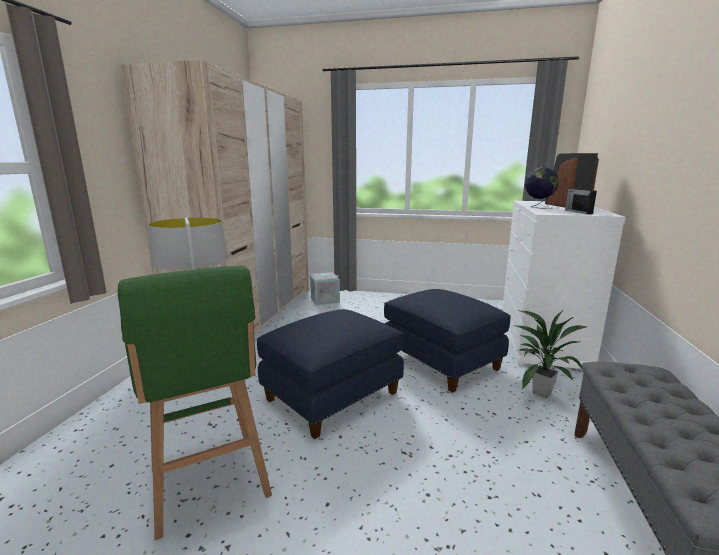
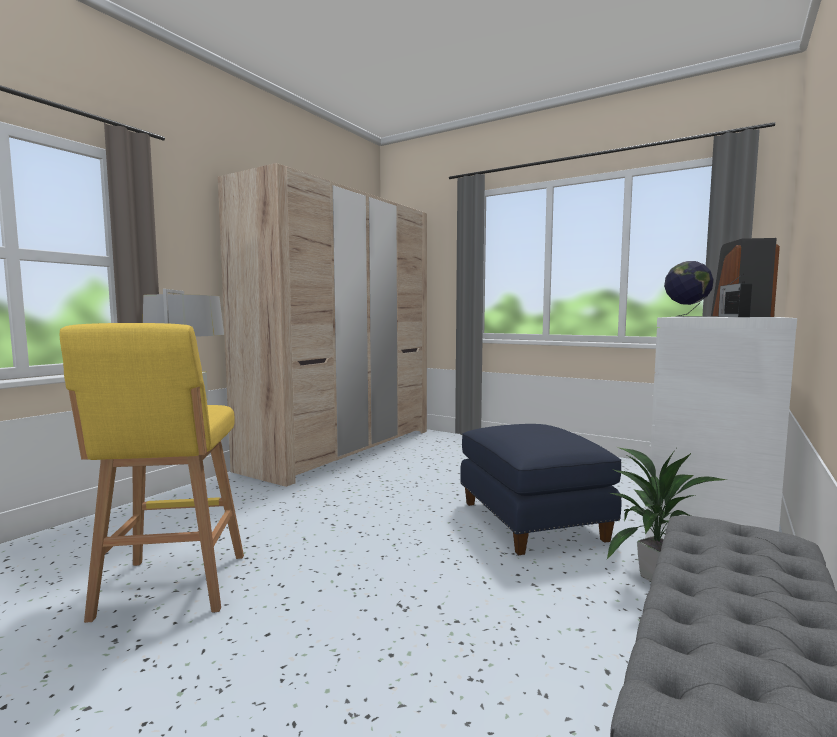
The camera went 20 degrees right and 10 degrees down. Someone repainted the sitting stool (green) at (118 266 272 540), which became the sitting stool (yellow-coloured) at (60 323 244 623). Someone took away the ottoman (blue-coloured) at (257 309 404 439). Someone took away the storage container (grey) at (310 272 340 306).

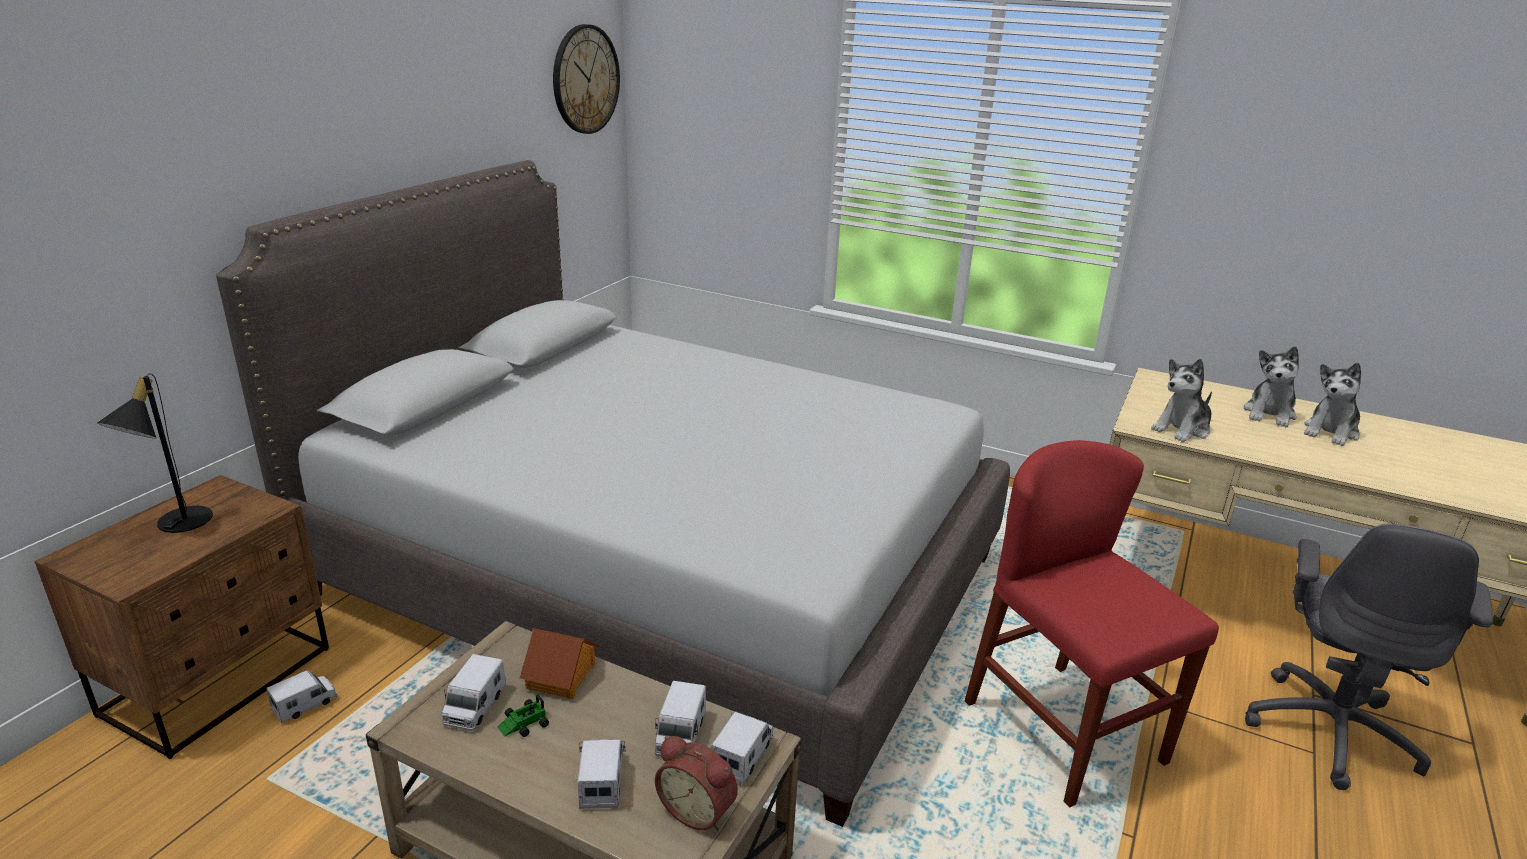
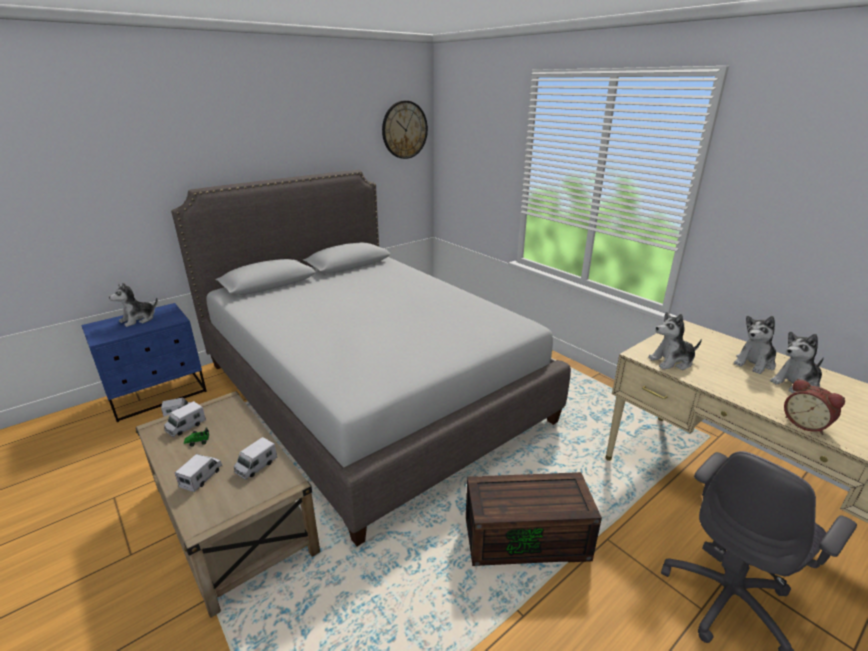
The camera went 25 degrees right and 0 degrees up. Someone repainted the nightstand (brown) at (34 475 329 759), which became the nightstand (blue-coloured) at (81 303 207 422). Someone swapped the table lamp (black) at (97 373 213 533) for the plush toy at (109 282 158 327). Someone swapped the plain chair (reddish) at (965 440 1219 807) for the storage container (brown) at (466 472 602 566). Someone carried the table clock from (655 736 738 831) to (784 379 845 435). Someone took away the model house at (520 628 599 699). Someone took away the toy truck at (711 711 773 785).

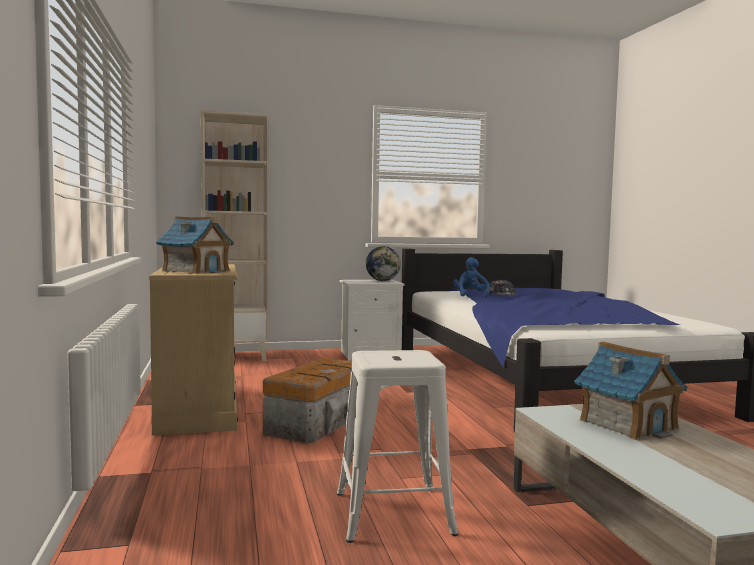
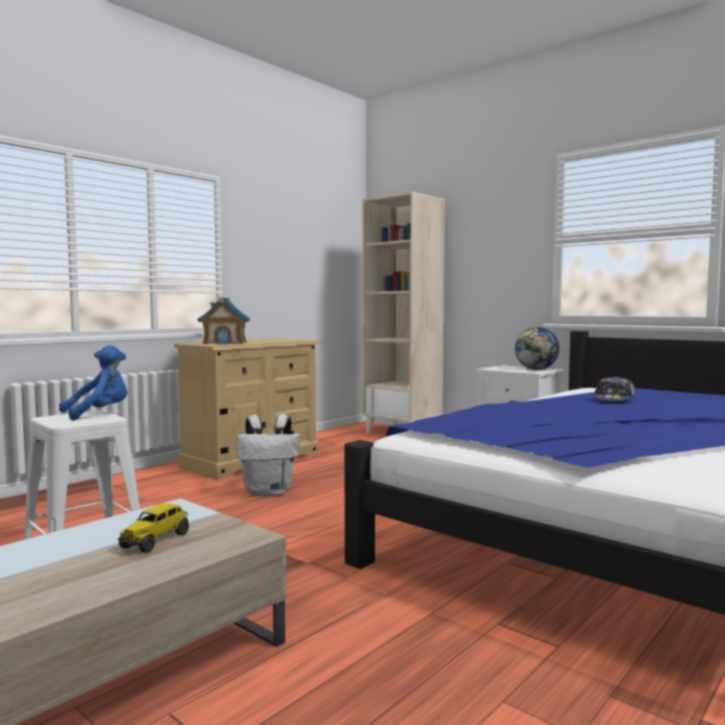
The camera went 55 degrees right and 0 degrees up. Someone carried the plush toy (blue-coloured) from (453 257 490 298) to (59 345 128 421). Someone swapped the model house at (574 342 687 440) for the toy truck at (118 503 189 553). Someone swapped the storage container at (263 358 352 443) for the backpack (whitish) at (237 414 300 496).

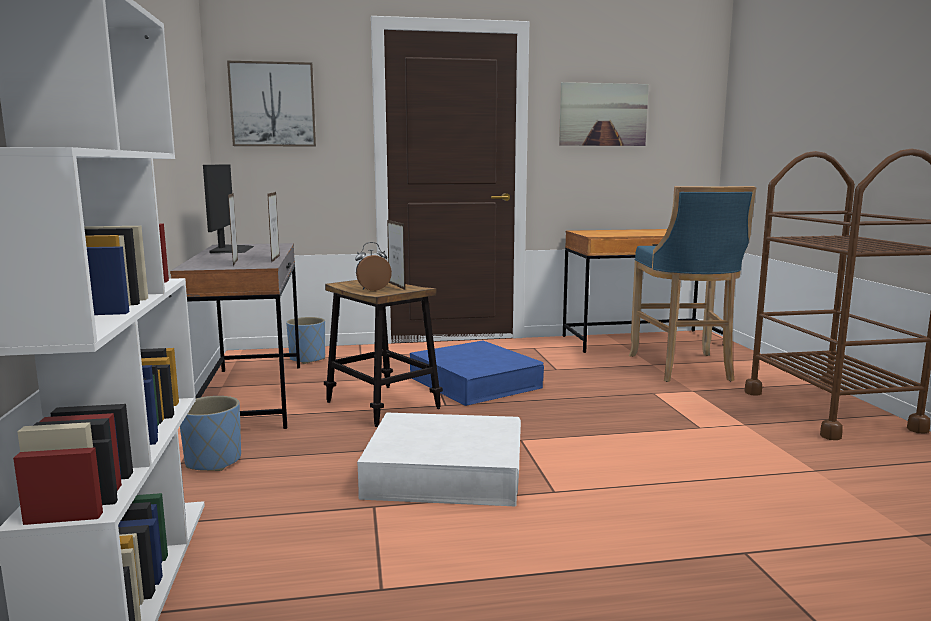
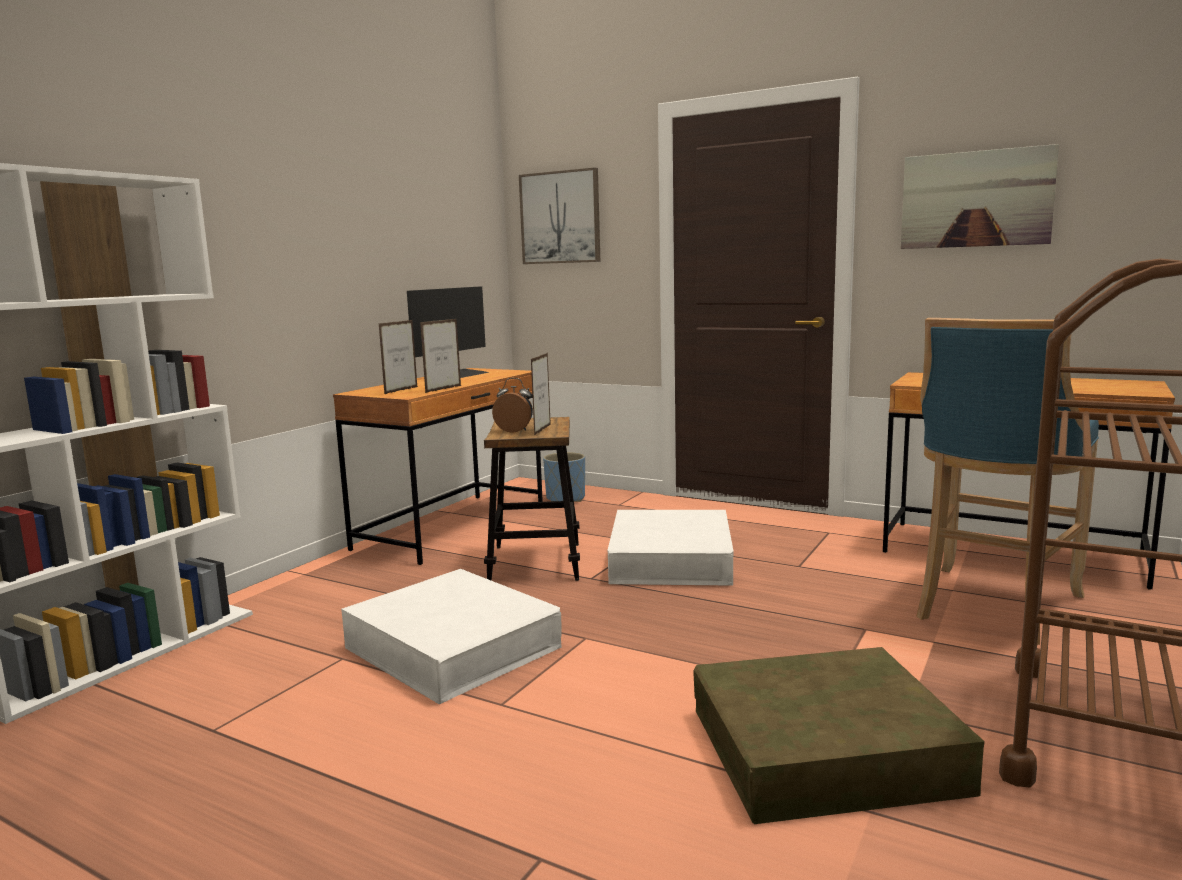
The camera went 40 degrees right and 0 degrees up. Someone repainted the desk (grey) at (170 243 300 429), which became the desk (brown) at (333 368 543 565). Someone repainted the storage container (blue-coloured) at (410 341 544 406), which became the storage container (whitish) at (607 510 734 586). Someone put down the storage container (brown) at (694 647 985 824). Someone took away the flower pot (blue-coloured) at (180 396 241 471).

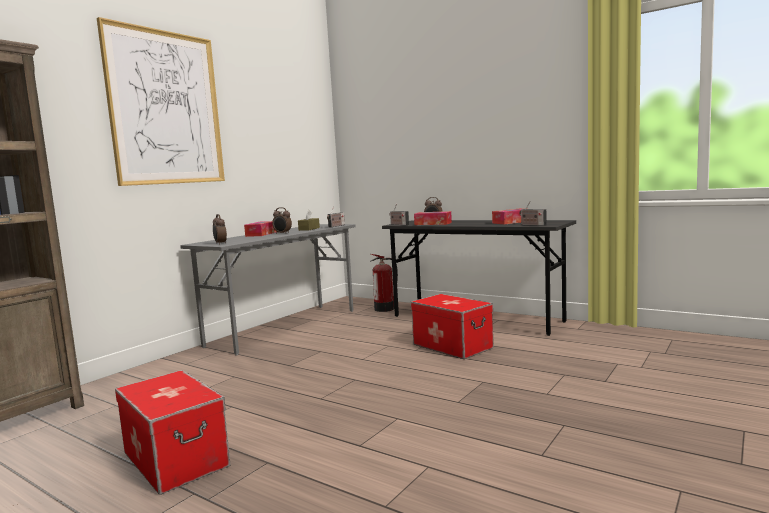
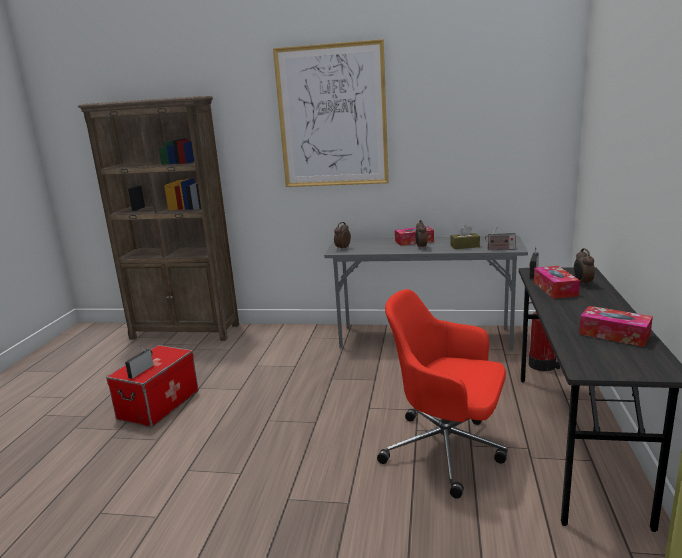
The camera went 65 degrees right and 10 degrees up. Someone carried the radio receiver from (520 202 547 226) to (125 345 153 379). Someone swapped the storage container at (411 294 494 359) for the office chair (reddish) at (377 289 507 499).

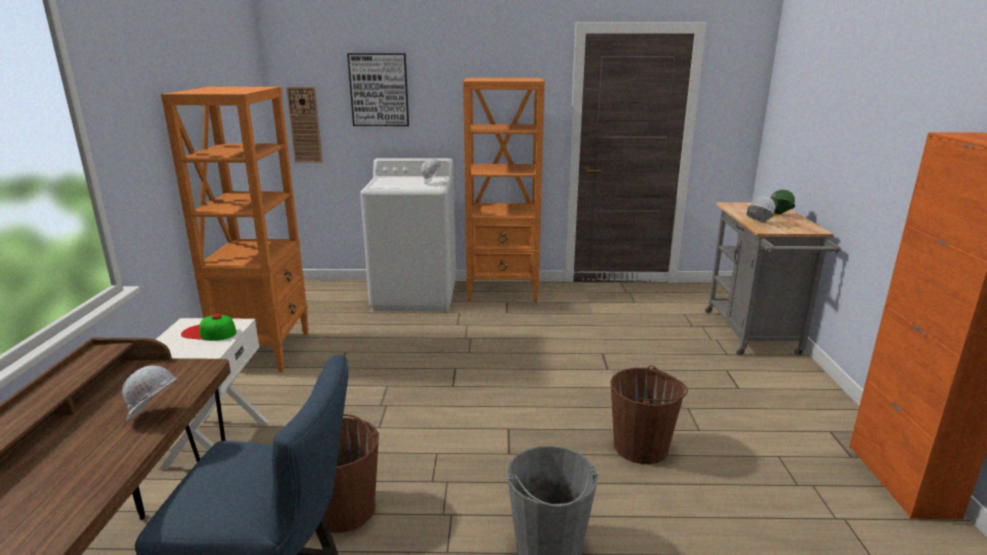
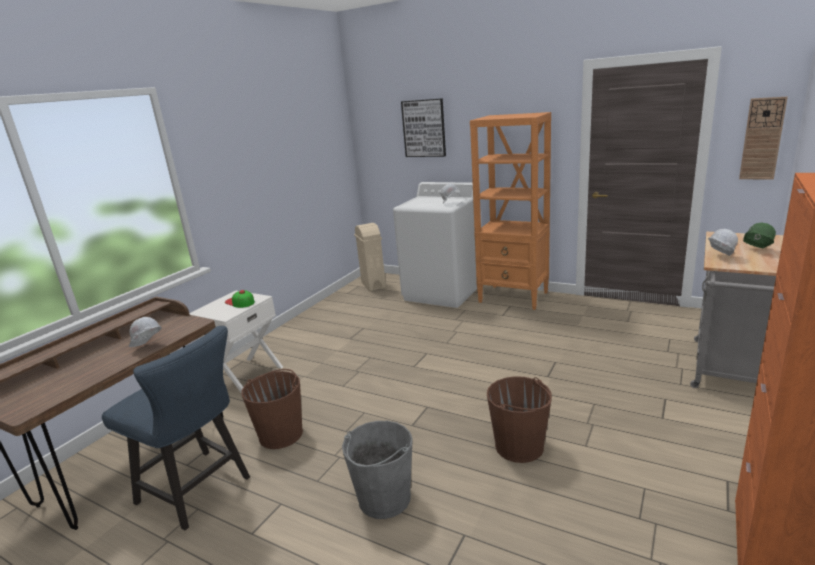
The camera went 30 degrees right and 0 degrees up. Someone put down the rubbish bin (beige) at (354 223 386 291). Someone carried the hanging clock from (286 87 323 163) to (739 97 788 180). Someone took away the bookshelf (orange-coloured) at (161 87 309 372).

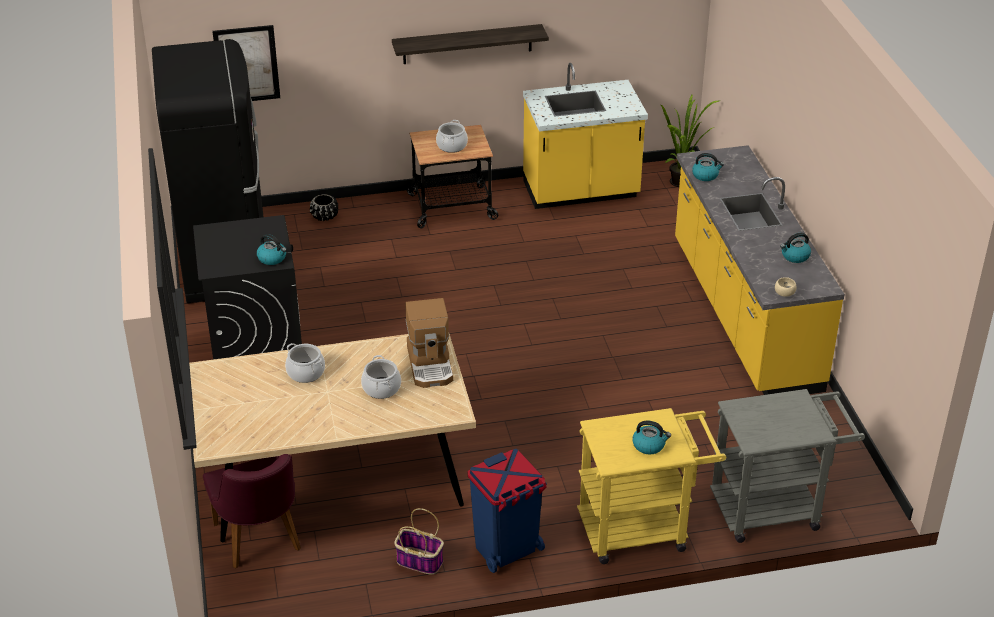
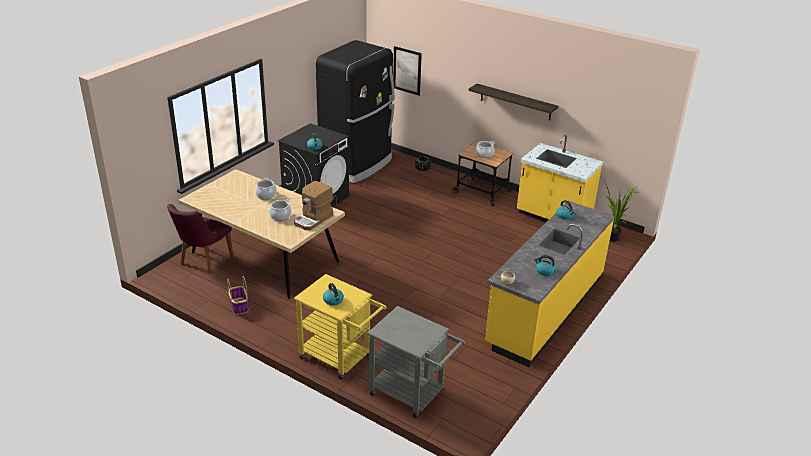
The camera went 45 degrees right and 5 degrees down. Someone took away the rubbish bin (blue-coloured) at (468 449 547 573).

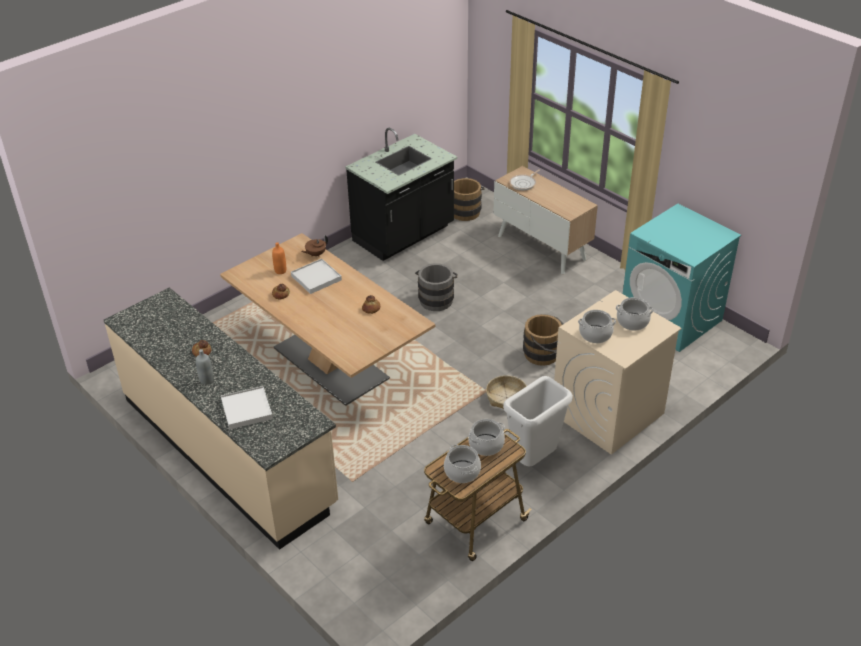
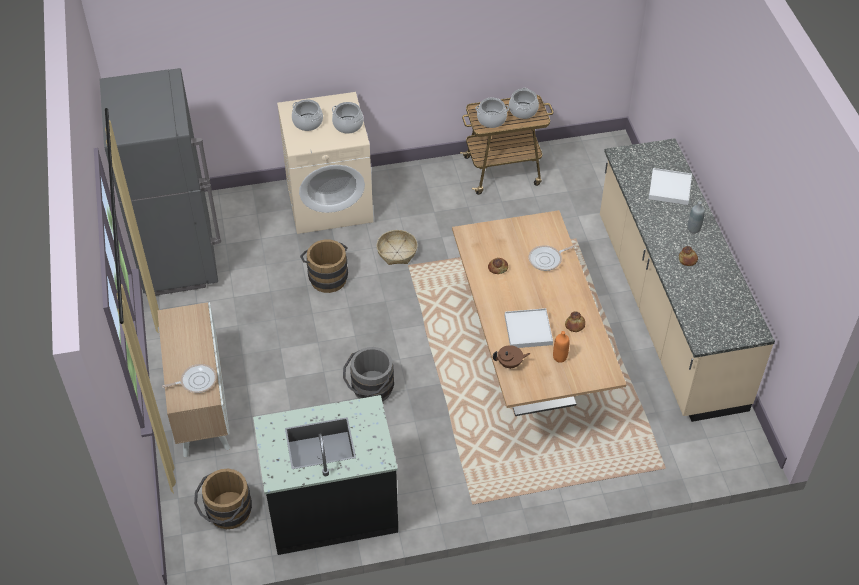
The camera went 150 degrees left and 10 degrees up. Someone swapped the laundry appliance (turquoise) at (623 204 741 352) for the kitchen fridge (grey) at (100 68 221 297). Someone put down the frying pan at (529 245 575 271). Someone took away the rubbish bin (whitish) at (503 376 573 466).

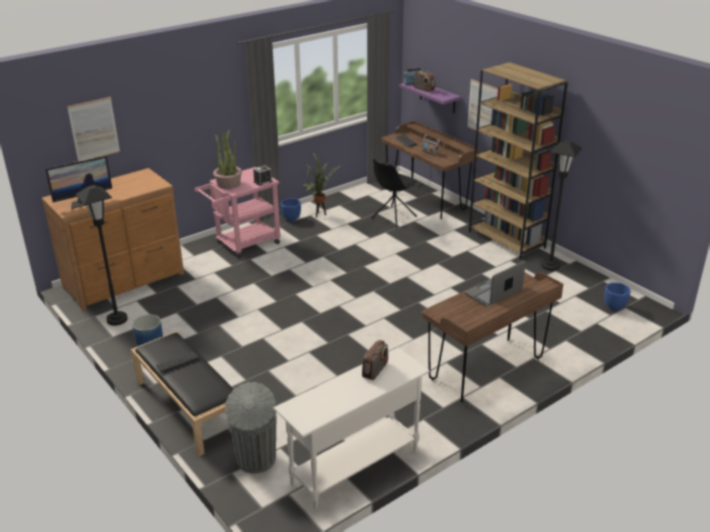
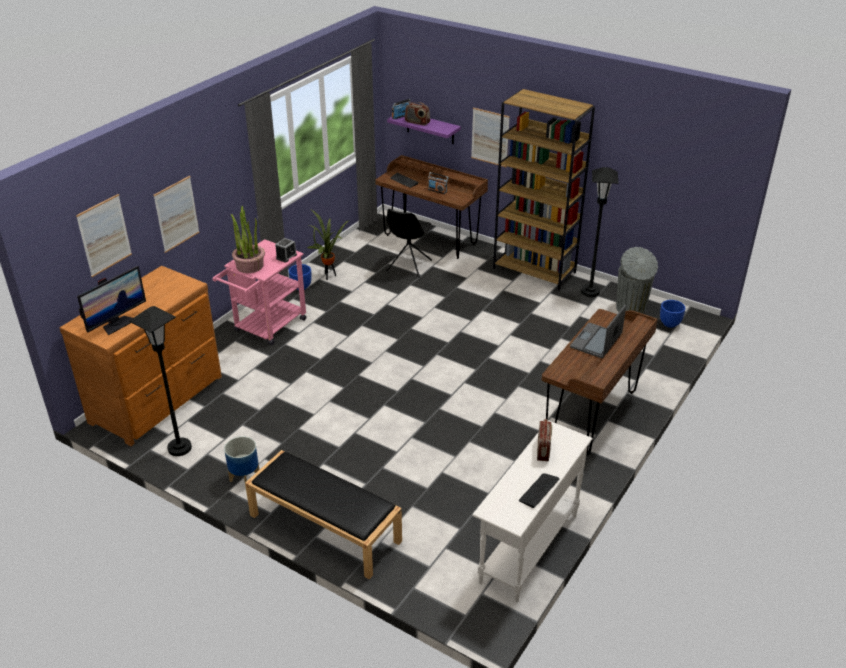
The camera went 20 degrees left and 5 degrees up. Someone put up the wall picture at (153 176 200 253). Someone carried the keyboard from (156 352 199 373) to (519 473 559 508). Someone carried the rubbish bin (grey) from (225 382 277 474) to (616 247 658 314).

